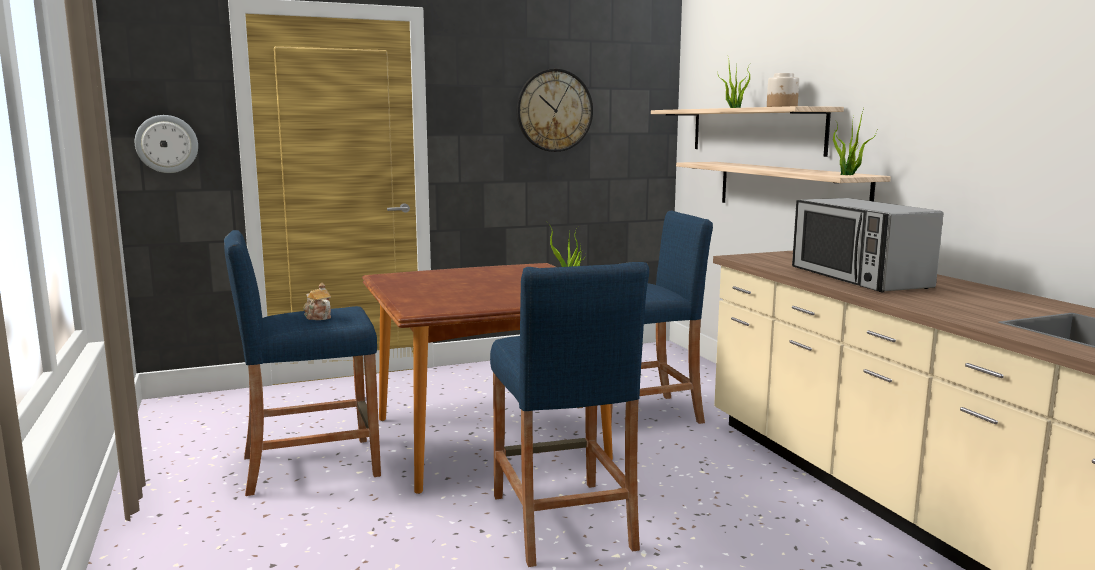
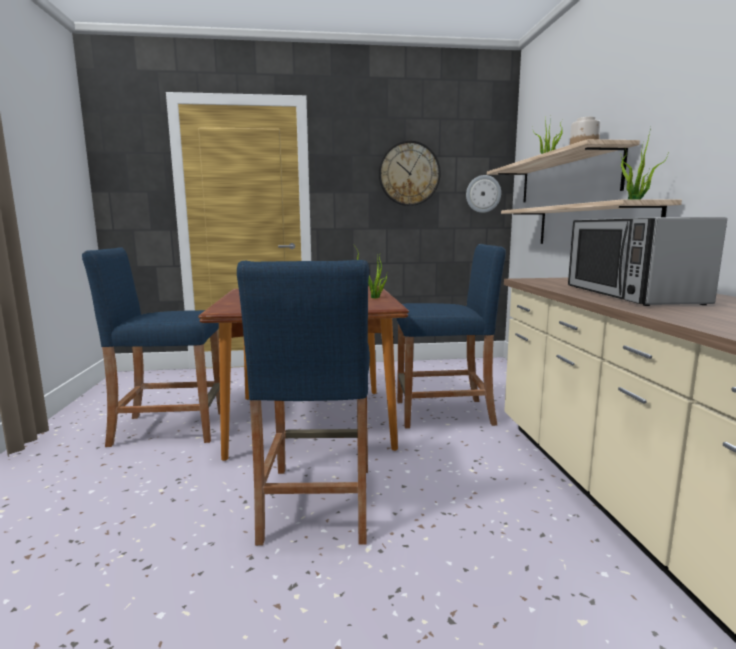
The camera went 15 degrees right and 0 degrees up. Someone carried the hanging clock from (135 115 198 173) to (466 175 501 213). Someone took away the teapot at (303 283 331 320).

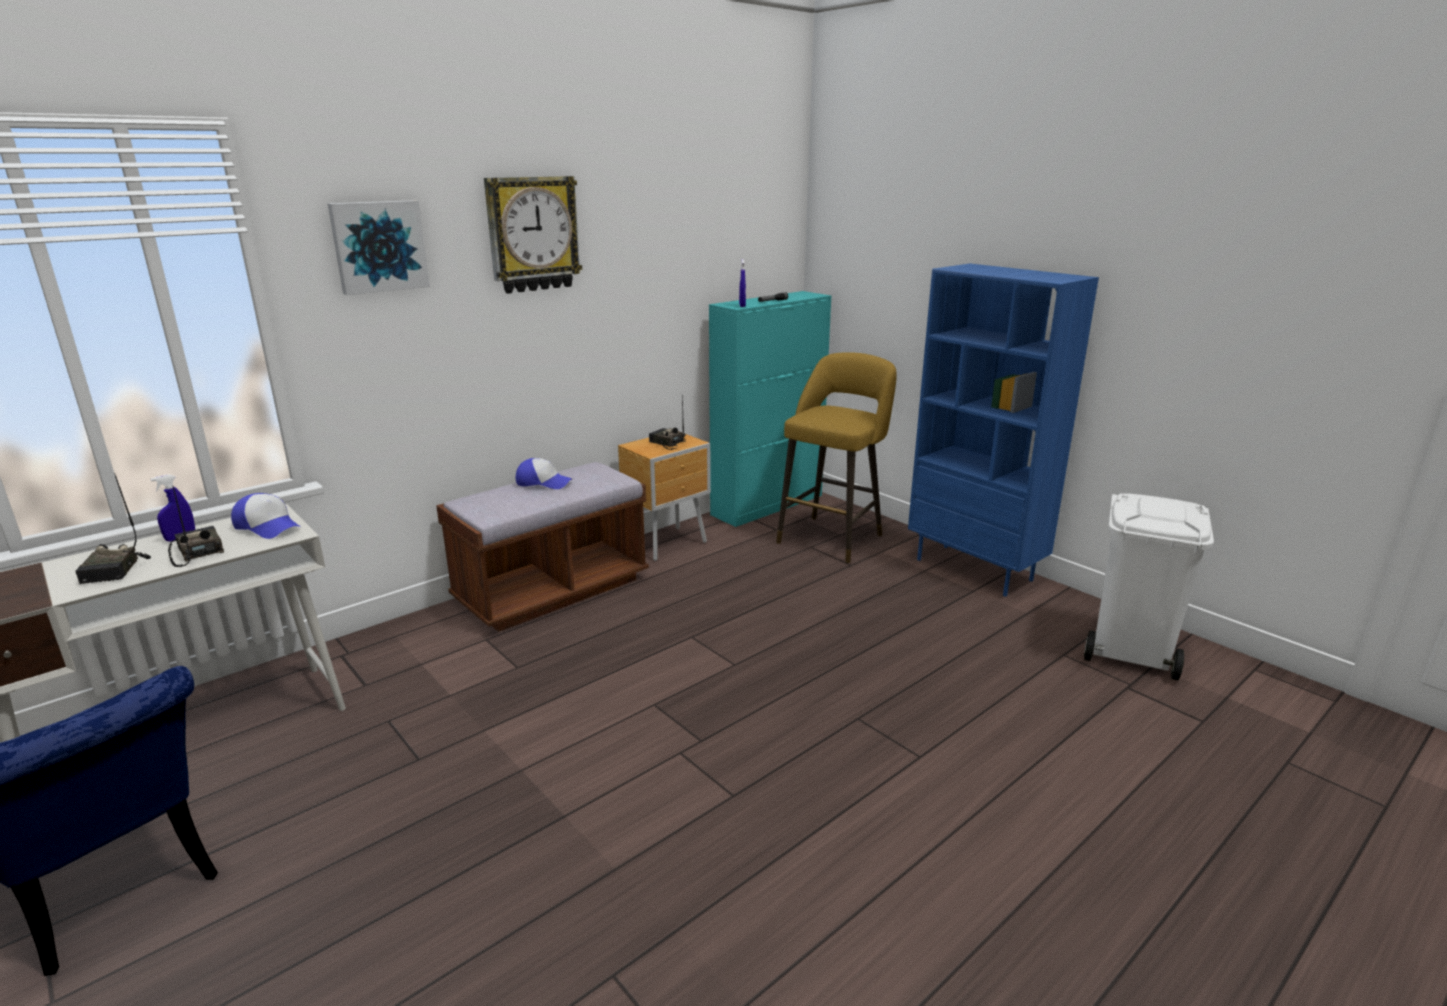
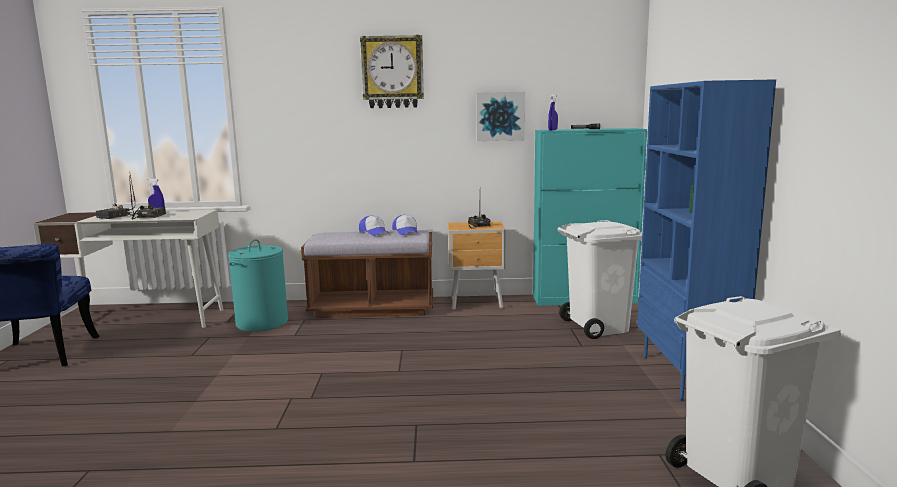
The camera went 40 degrees right and 10 degrees down. Someone put down the washing basket (turquoise) at (228 239 288 332). Someone carried the baseball cap from (231 493 301 539) to (392 215 418 235). Someone carried the wall picture from (328 200 430 295) to (476 92 525 141). Someone swapped the sitting stool (yellow-coloured) at (776 352 897 563) for the rubbish bin (whitish) at (557 220 642 339).

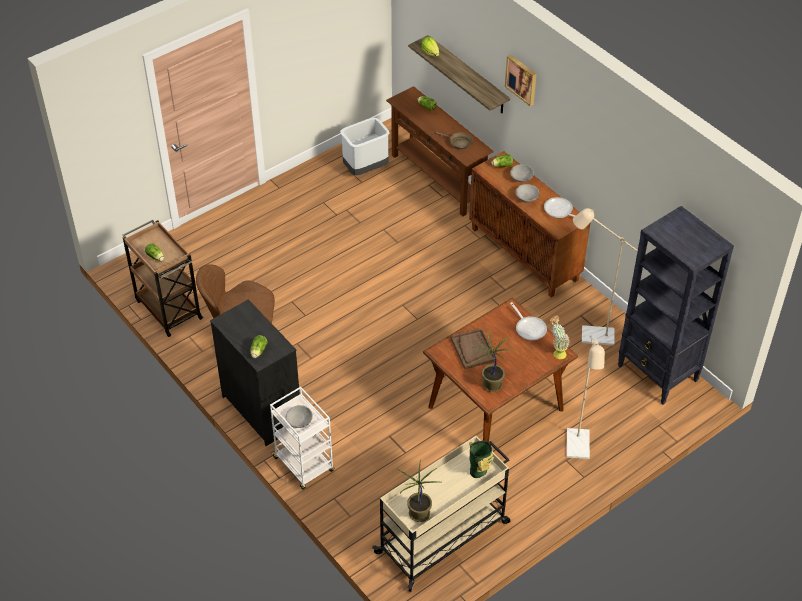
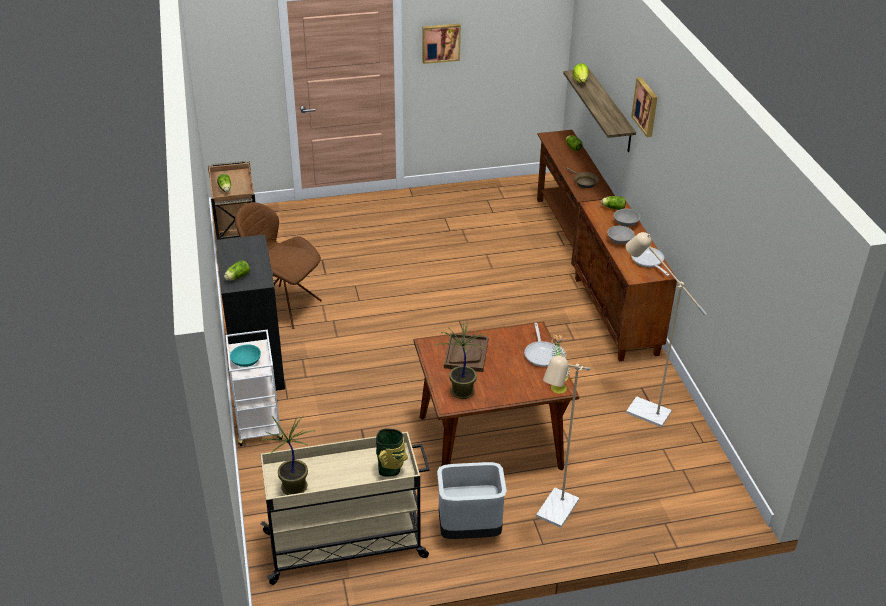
The camera went 25 degrees right and 10 degrees down. Someone repainted the deep dish (grey) at (286 405 313 428), which became the deep dish (turquoise) at (230 344 261 367). Someone put up the wall picture at (423 24 461 64). Someone carried the rubbish bin (grey) from (340 118 389 176) to (437 462 507 539). Someone took away the bookshelf (black) at (618 206 734 405).

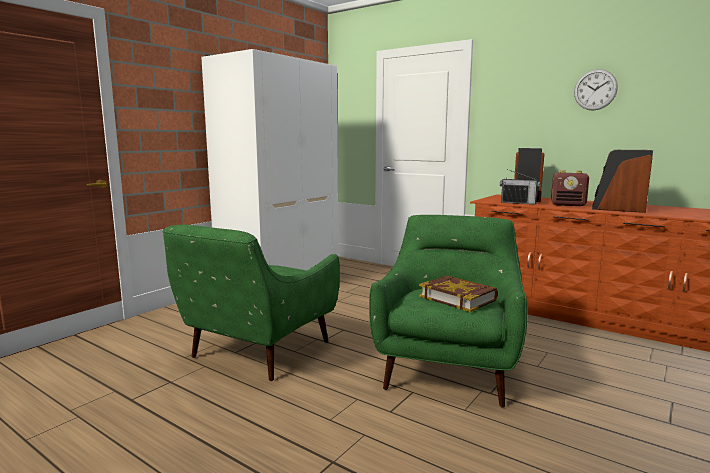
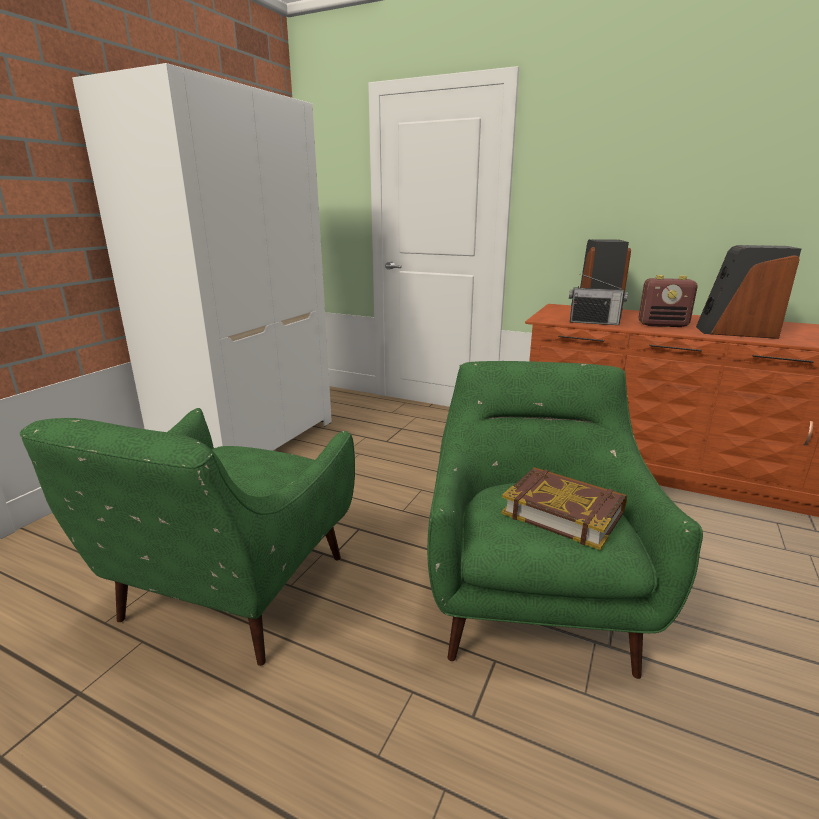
The camera went 10 degrees left and 10 degrees up. Someone took away the hanging clock at (574 69 618 111).

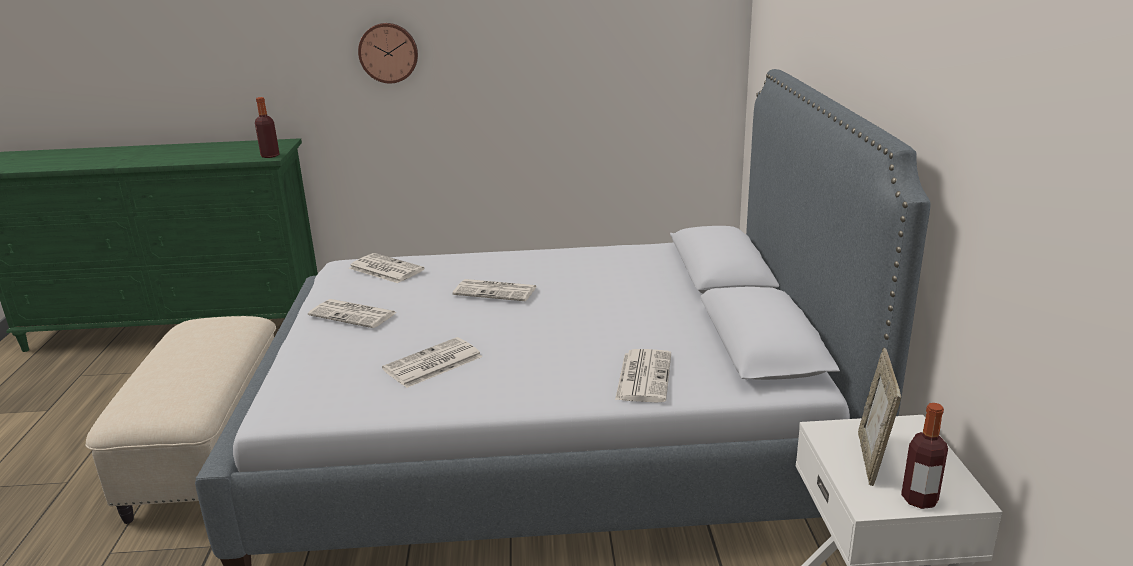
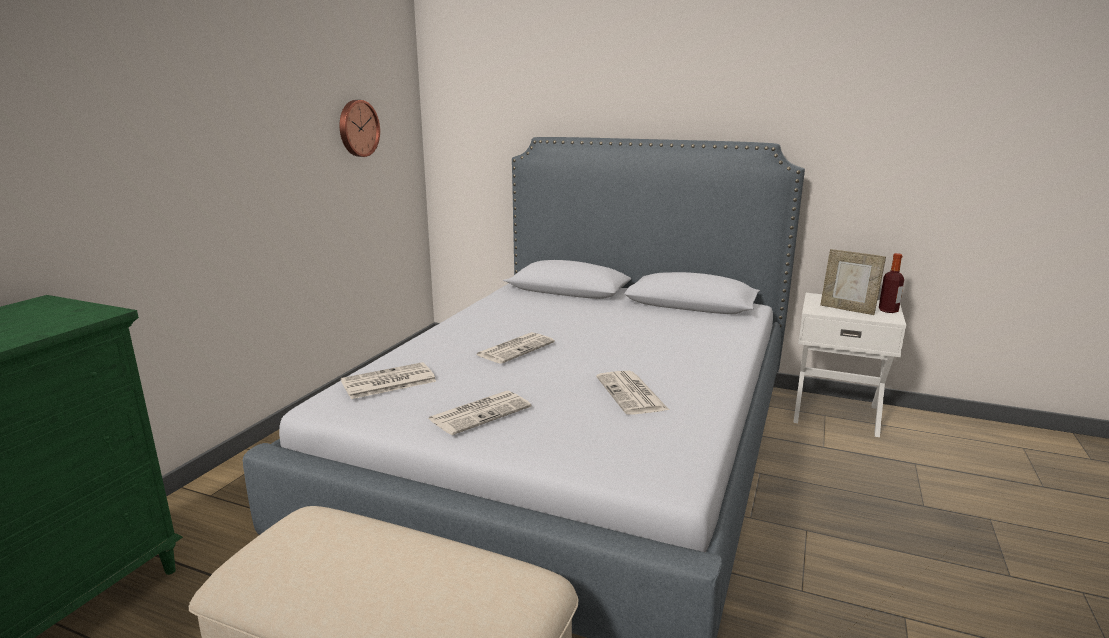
The camera went 65 degrees left and 5 degrees down. Someone carried the hanging clock from (358 23 418 83) to (339 100 380 157). Someone took away the beverage bottle at (255 97 280 158). Someone took away the daily paper at (615 349 671 402).

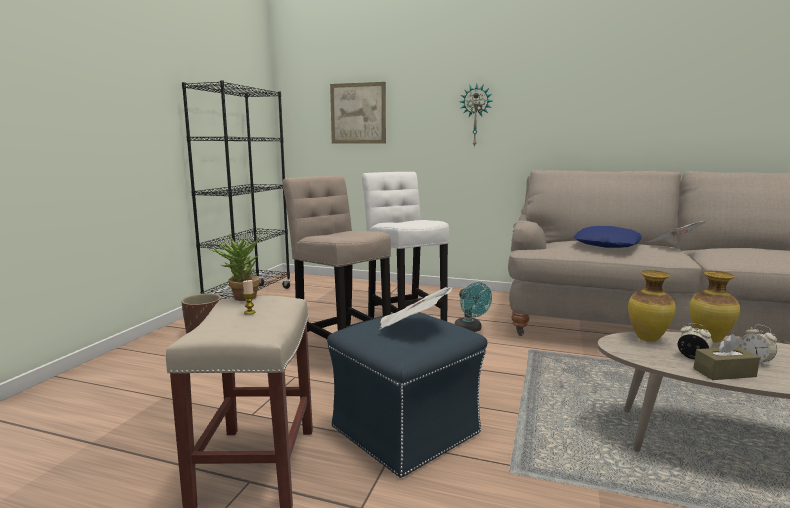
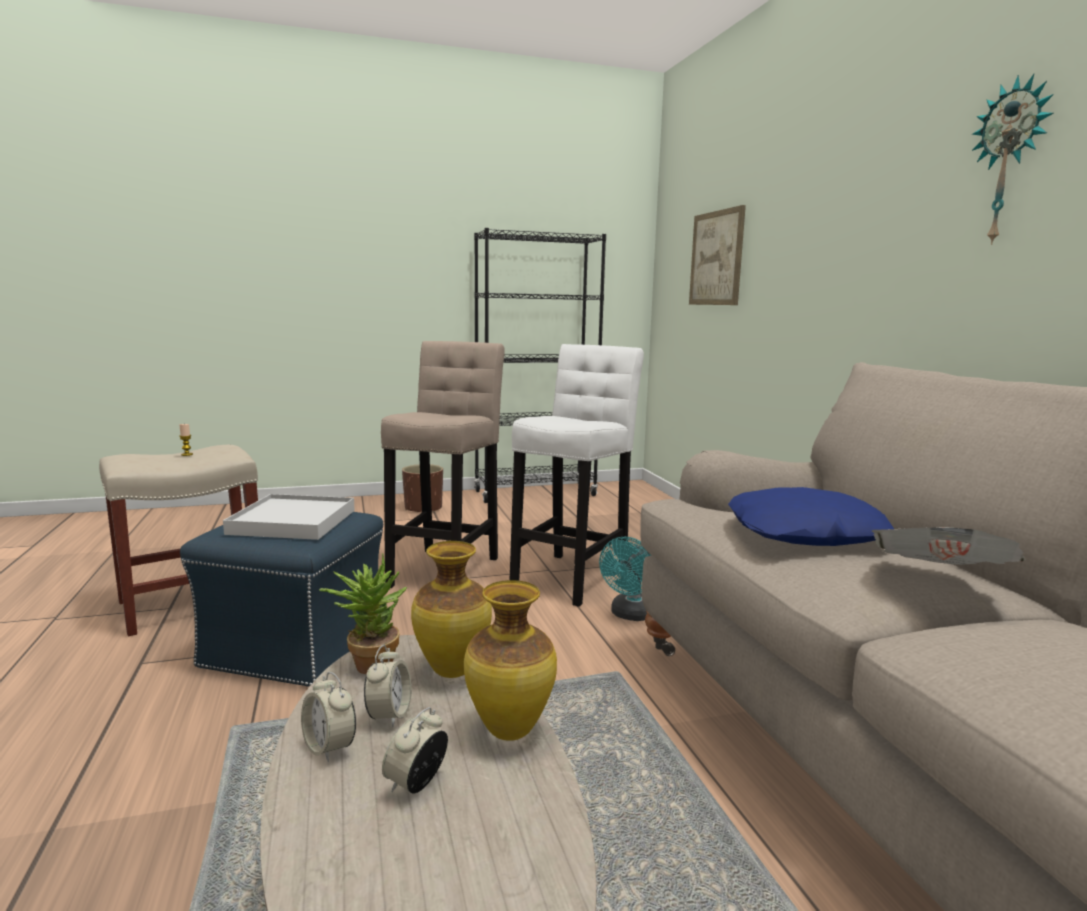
The camera went 55 degrees right and 0 degrees up. Someone swapped the daily paper at (379 287 452 330) for the tray (whitish) at (223 494 355 540). Someone swapped the tissue holder (brown) at (693 334 760 380) for the table clock at (301 672 356 762). Someone carried the plant in a pot from (209 234 260 301) to (319 554 407 674). Someone carried the hanging clock from (460 84 493 147) to (972 74 1054 245).

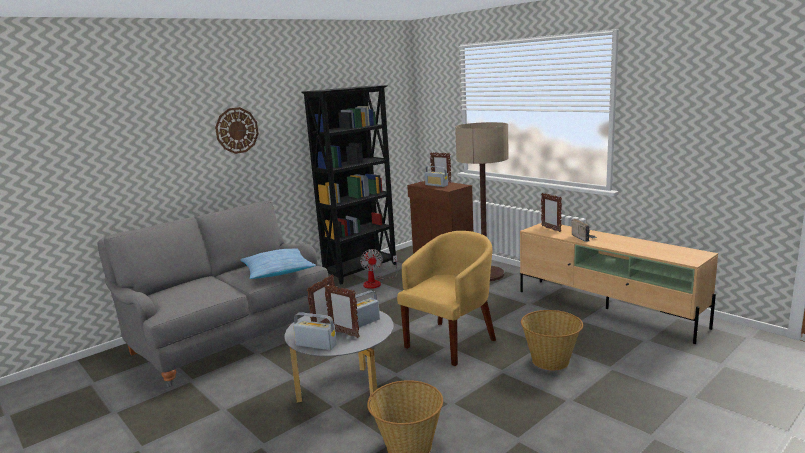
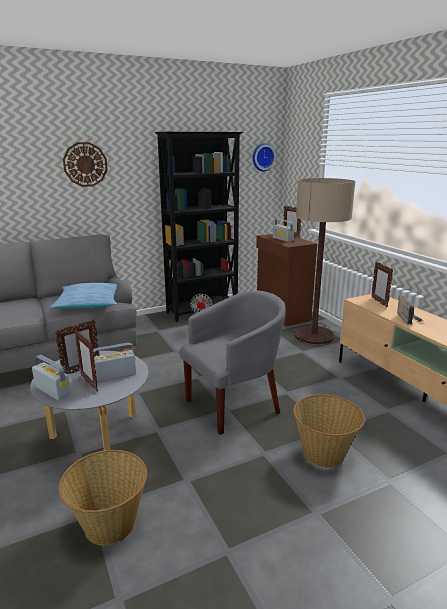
The camera went 15 degrees right and 5 degrees up. Someone repainted the lounge chair (yellow-coloured) at (397 231 496 366), which became the lounge chair (grey) at (180 291 286 435). Someone put up the hanging clock at (253 143 276 171).

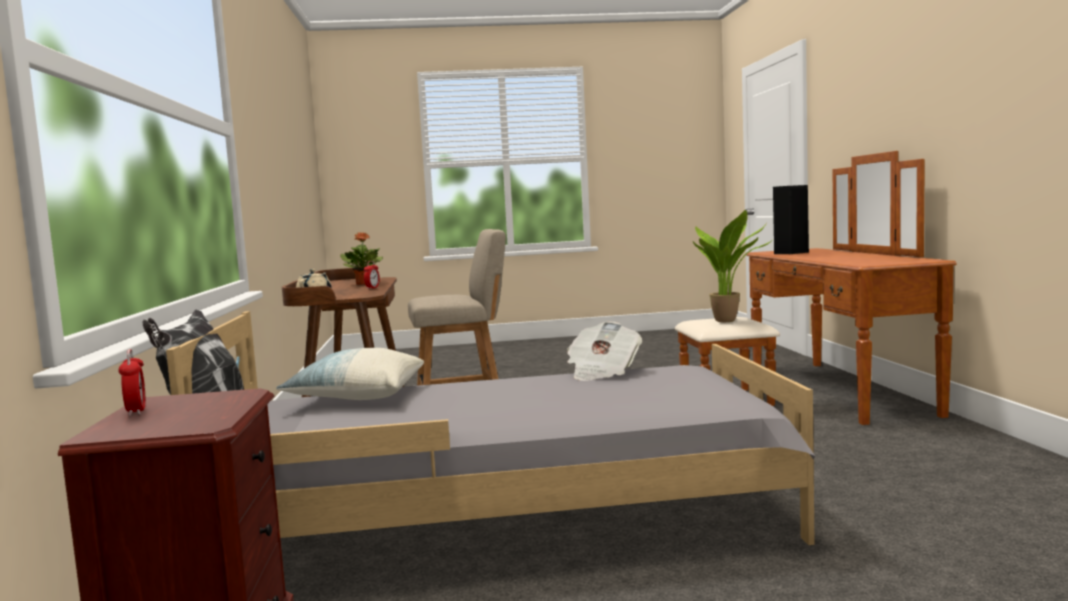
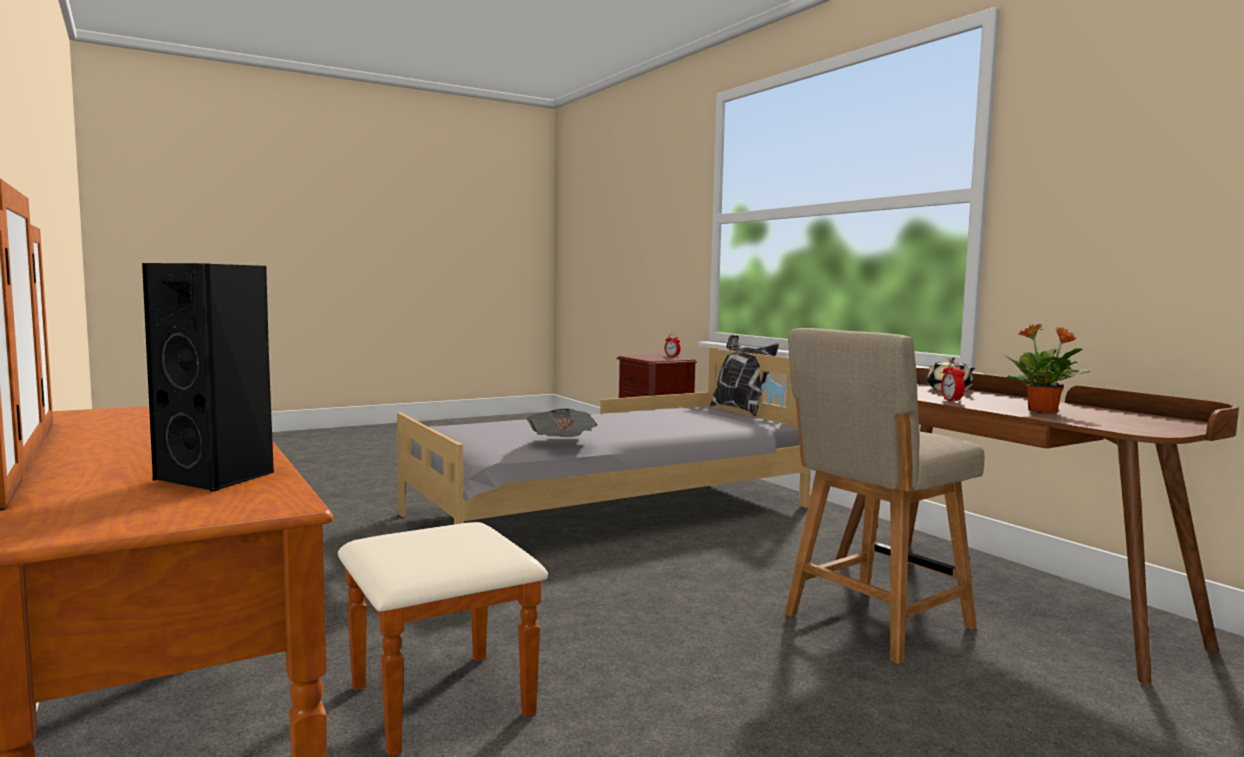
The camera went 155 degrees right and 0 degrees up. Someone took away the cushion at (276 348 424 400). Someone took away the plant in a pot at (693 210 771 322).

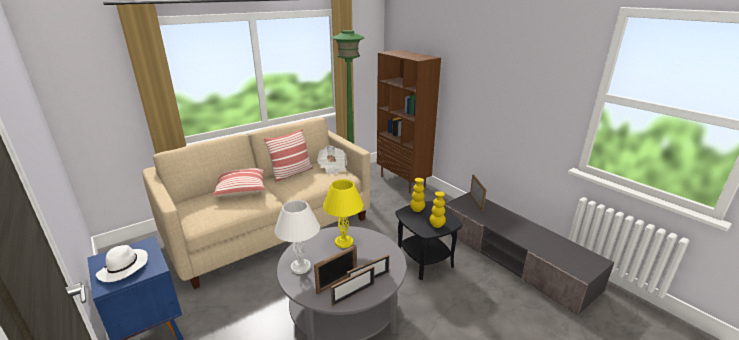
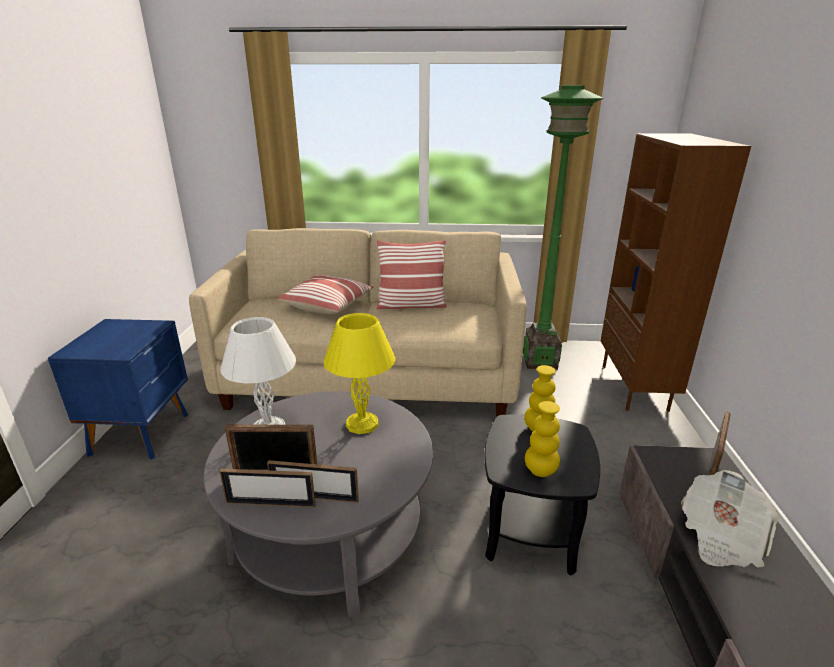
The camera went 40 degrees right and 0 degrees up. Someone carried the daily paper from (317 146 347 175) to (681 470 779 568). Someone took away the wearable hat (whitish) at (96 245 148 282).

